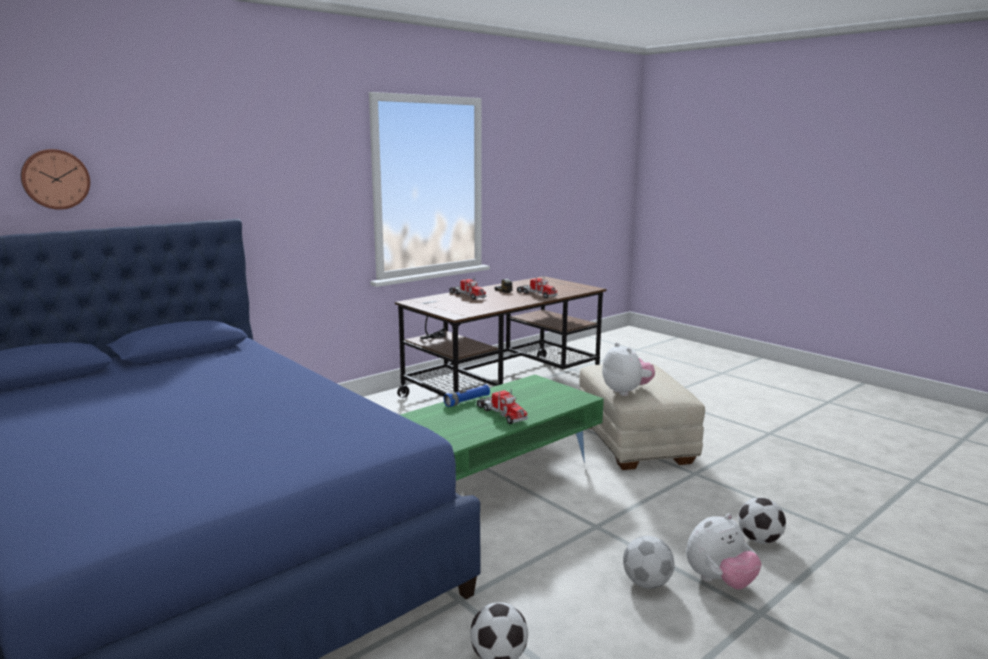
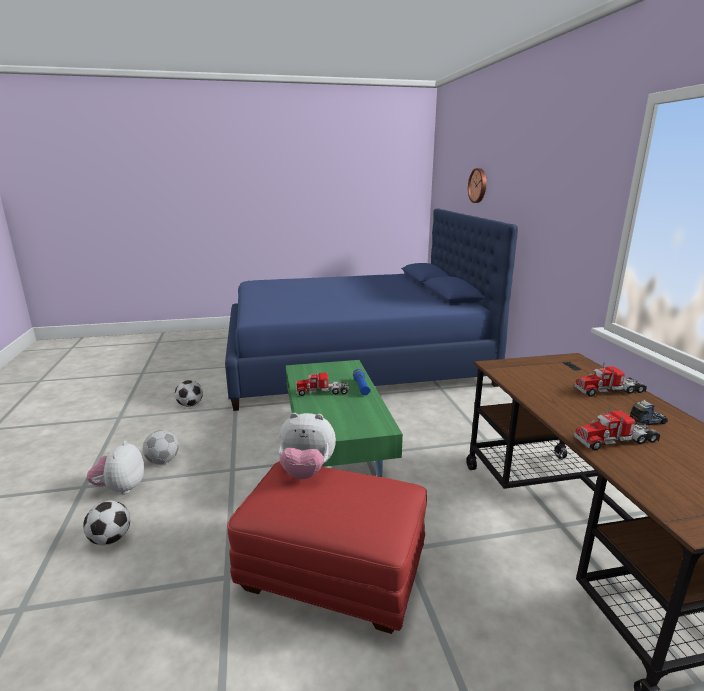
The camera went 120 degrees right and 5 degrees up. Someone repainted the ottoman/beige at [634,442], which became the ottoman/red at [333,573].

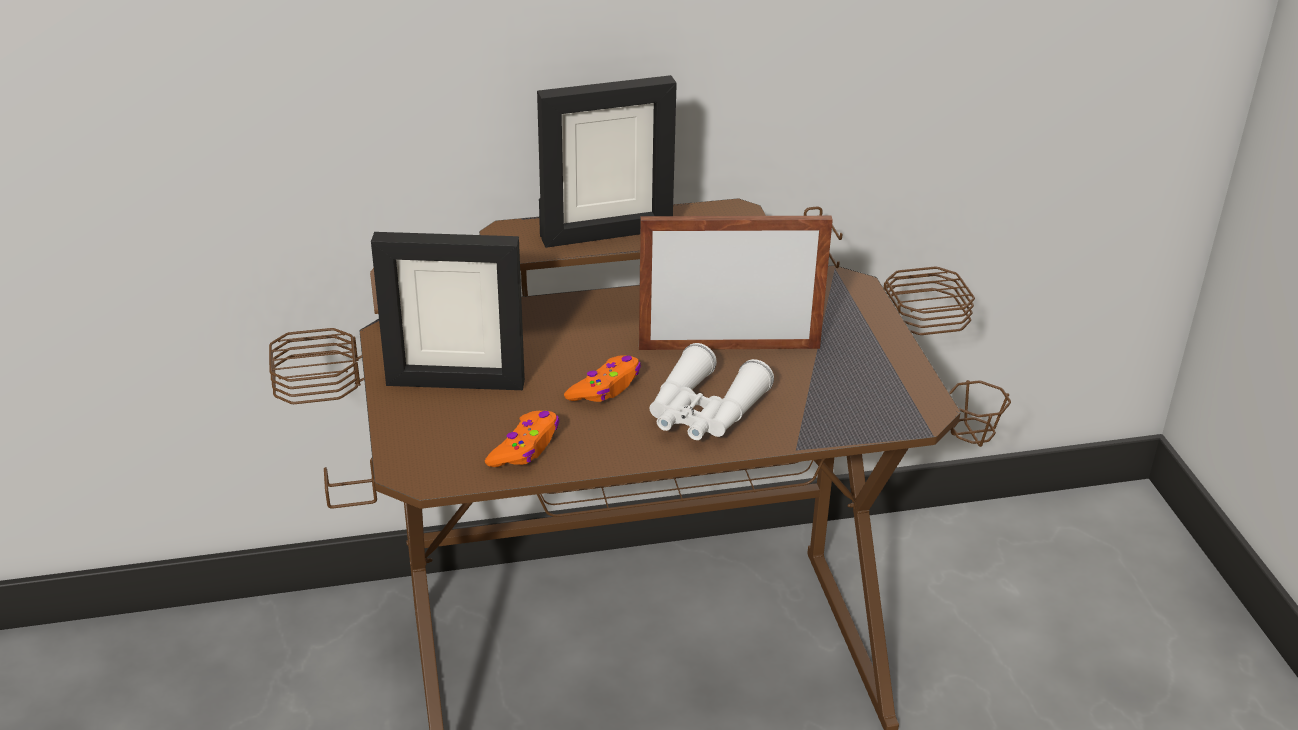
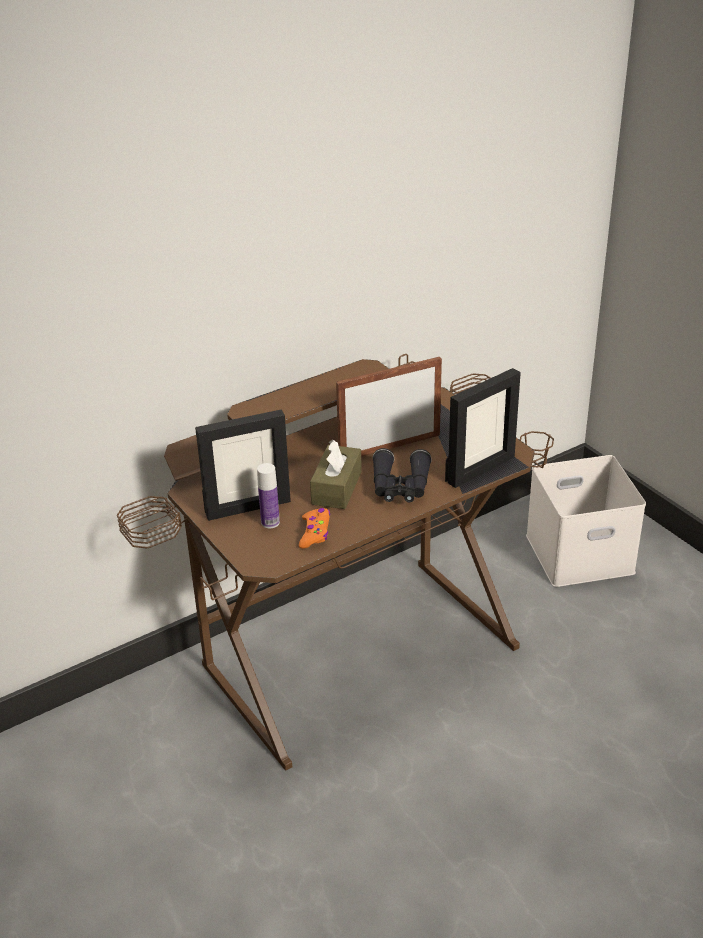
The camera went 20 degrees left and 0 degrees up. Someone put down the bottle at [270,522]. Someone put down the storage box/white at [580,552]. Someone carried the picture frame from [606,233] to [480,469]. Someone swapped the game controller/orange at [605,388] for the tissue box/brown at [336,488]. Someone repainted the binoculars/white at [704,412], which became the binoculars/black at [400,486].

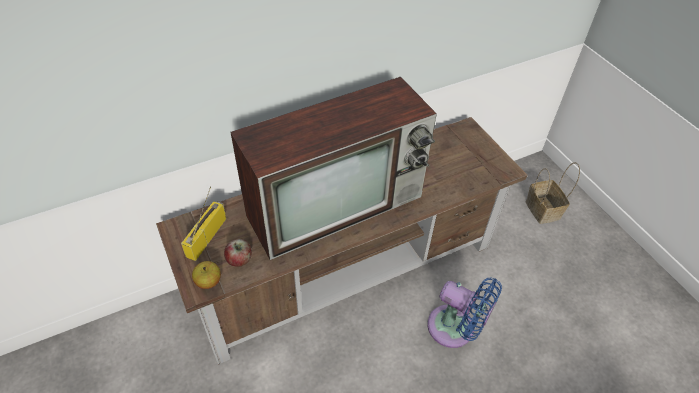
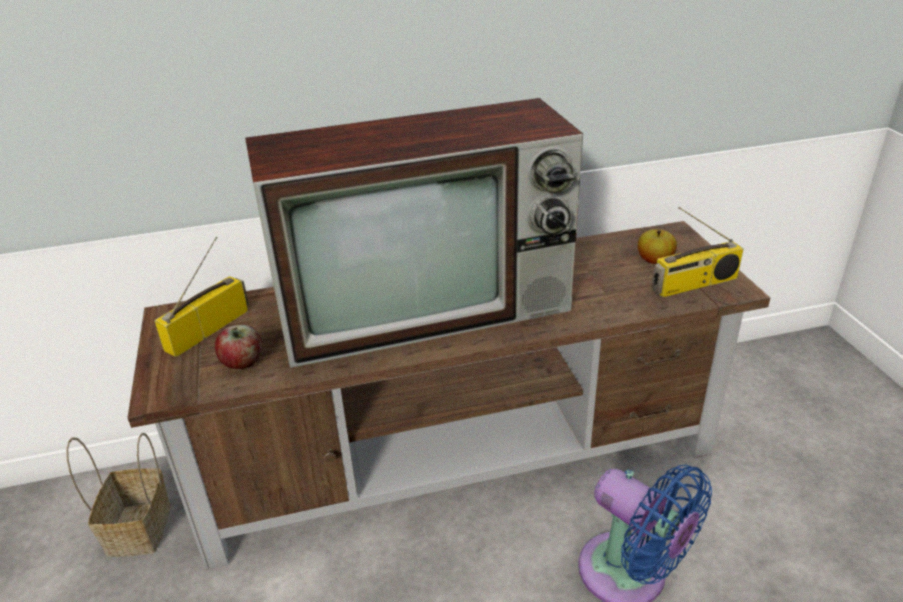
The camera went 15 degrees right and 15 degrees down. Someone put down the radio at [694,285]. Someone carried the apple from [208,282] to [654,261]. Someone carried the basket from [544,210] to [140,531].

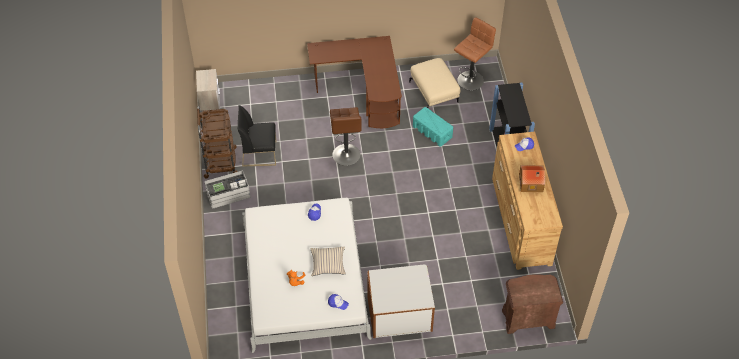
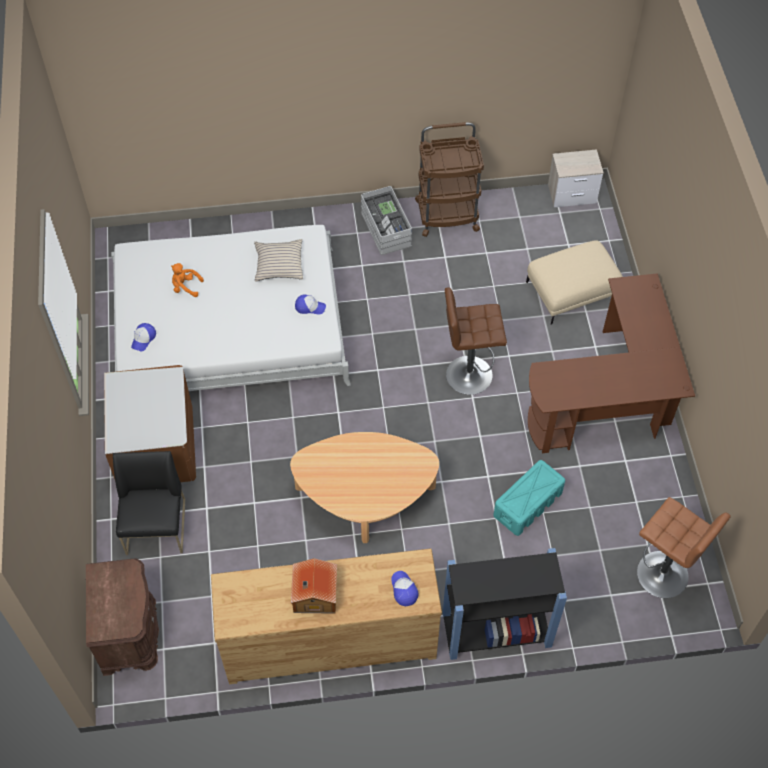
The camera went 90 degrees right and 5 degrees up. Someone put down the coffee table/beige at [365,497]. Someone carried the chair/black from [259,153] to [156,527]. Someone carried the pillow/beige from [328,263] to [279,264]. Someone carried the ottoman/beige from [434,92] to [571,293].

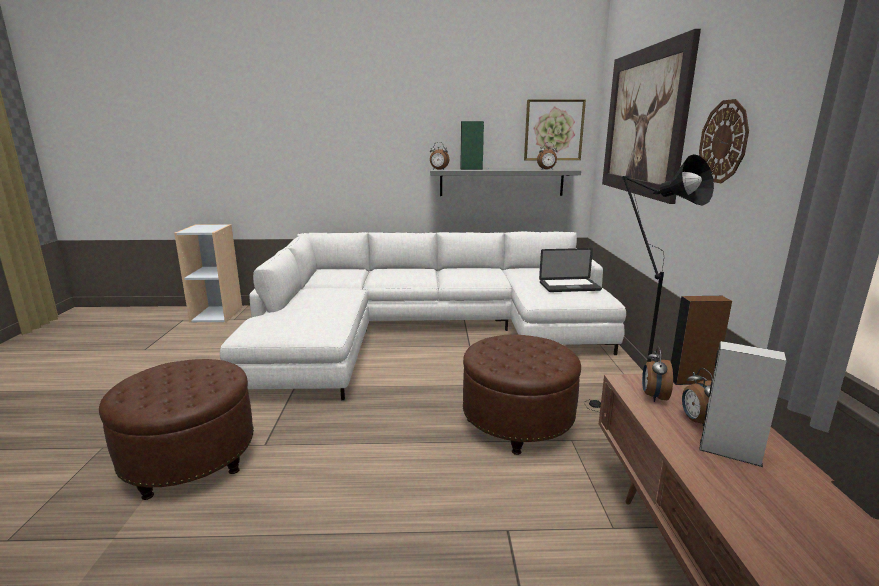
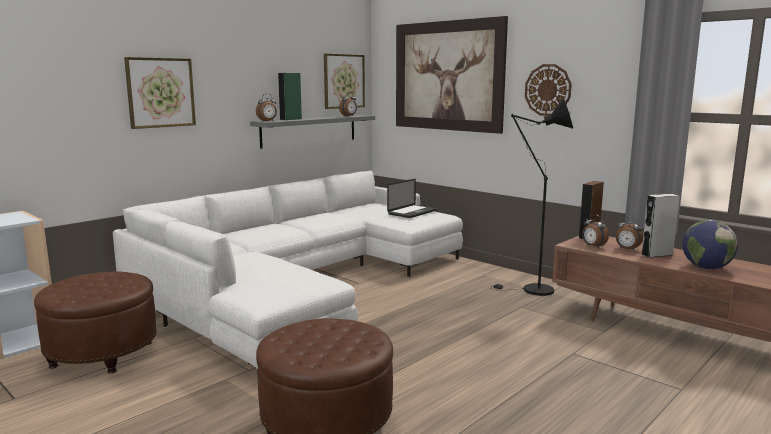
The camera went 45 degrees left and 5 degrees down. Someone put up the picture at [160,92]. Someone put down the globe at [706,268]. Someone carried the ottoman/brown from [517,423] to [102,354].

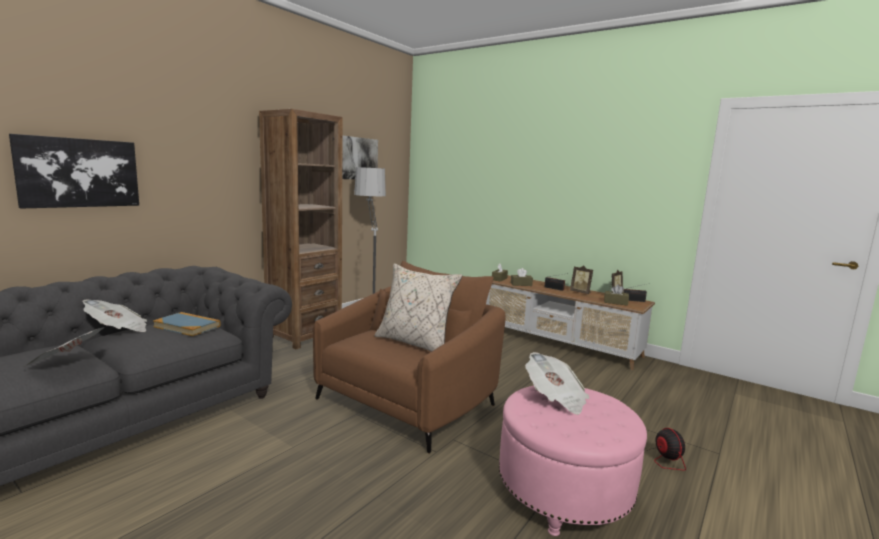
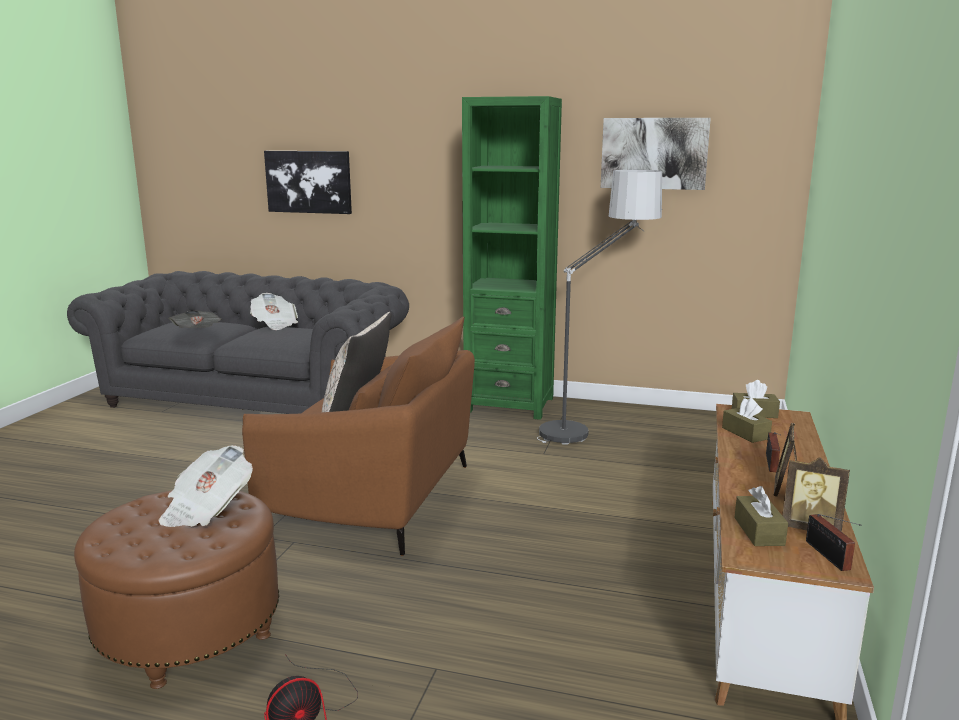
The camera went 70 degrees right and 5 degrees up. Someone took away the book at [187,326]. Someone repainted the bookcase/brown at [304,336], which became the bookcase/green at [509,404]. Someone repainted the ottoman/pink at [563,494], which became the ottoman/brown at [190,633].

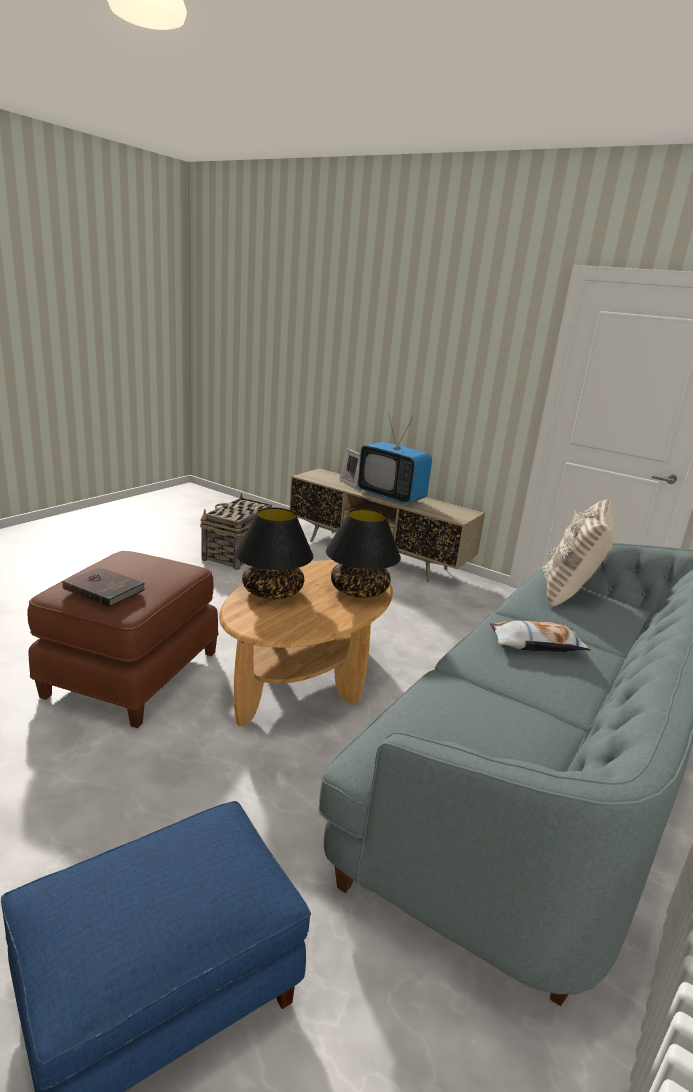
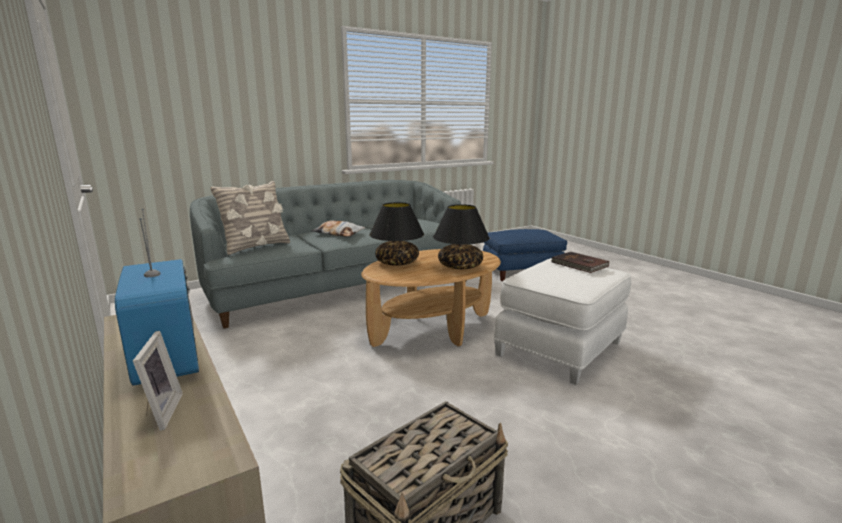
The camera went 155 degrees left and 5 degrees down. Someone repainted the ottoman/brown at [131,672], which became the ottoman/white at [561,349].

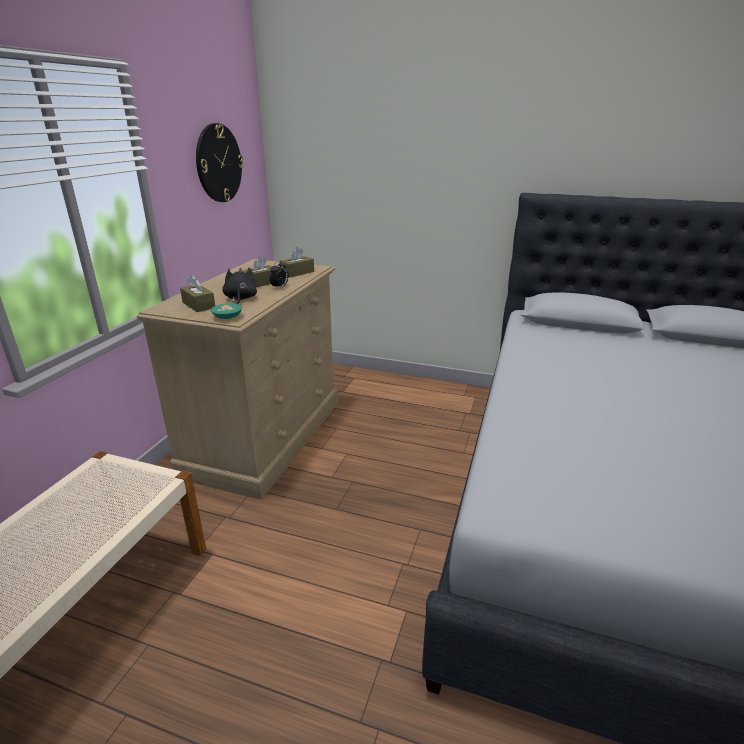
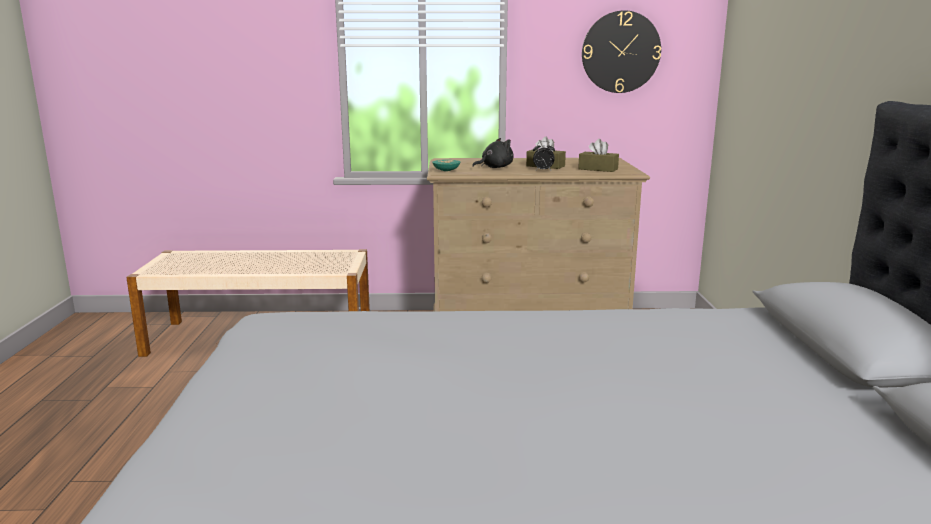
The camera went 70 degrees right and 10 degrees down. Someone took away the tissue box/brown at [198,305].

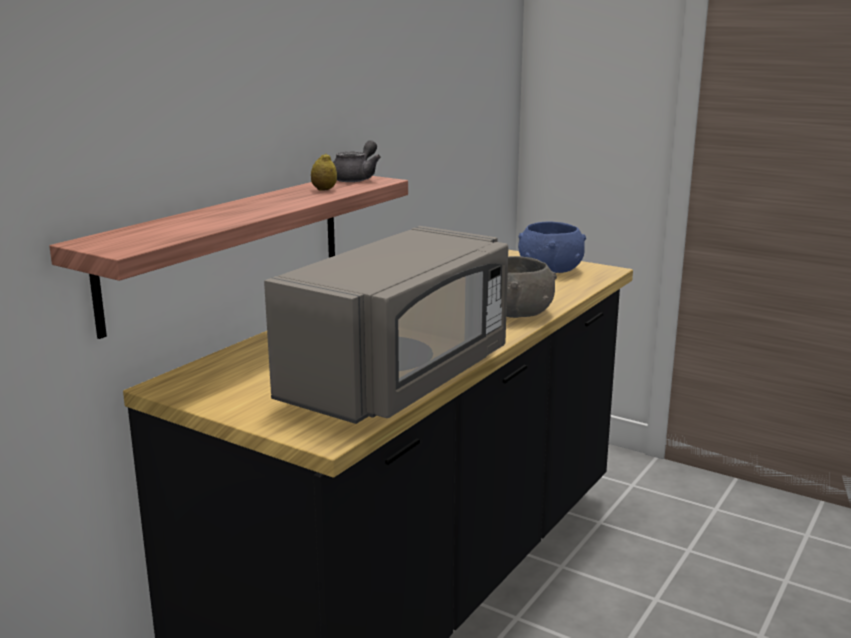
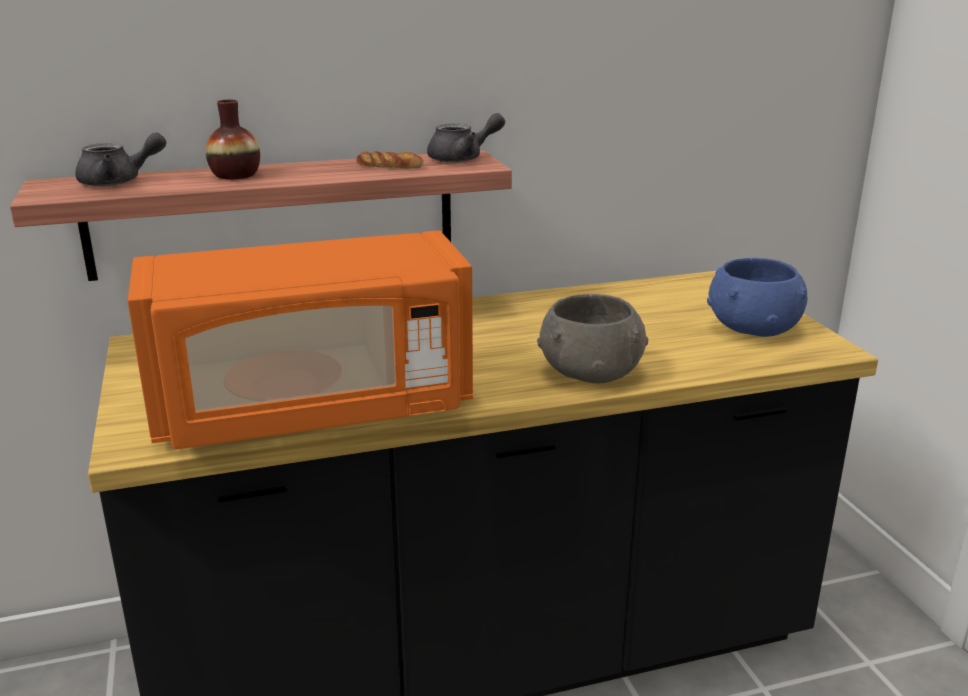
The camera went 40 degrees right and 5 degrees up. Someone put down the teapot/grey at [119,182]. Someone put down the vase at [235,175]. Someone swapped the lemon at [324,190] for the bread at [390,166]. Someone repainted the microwave/grey at [400,378], which became the microwave/orange at [314,409].

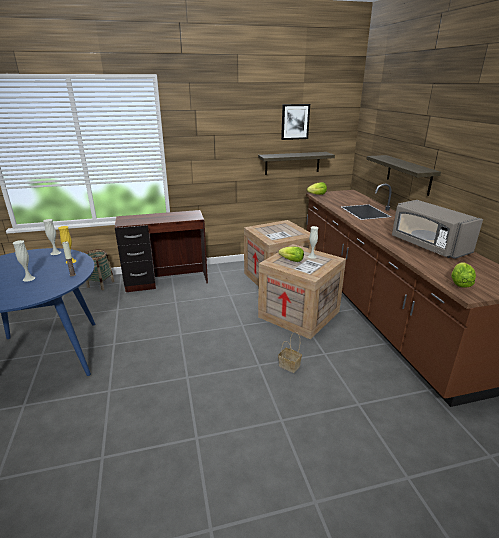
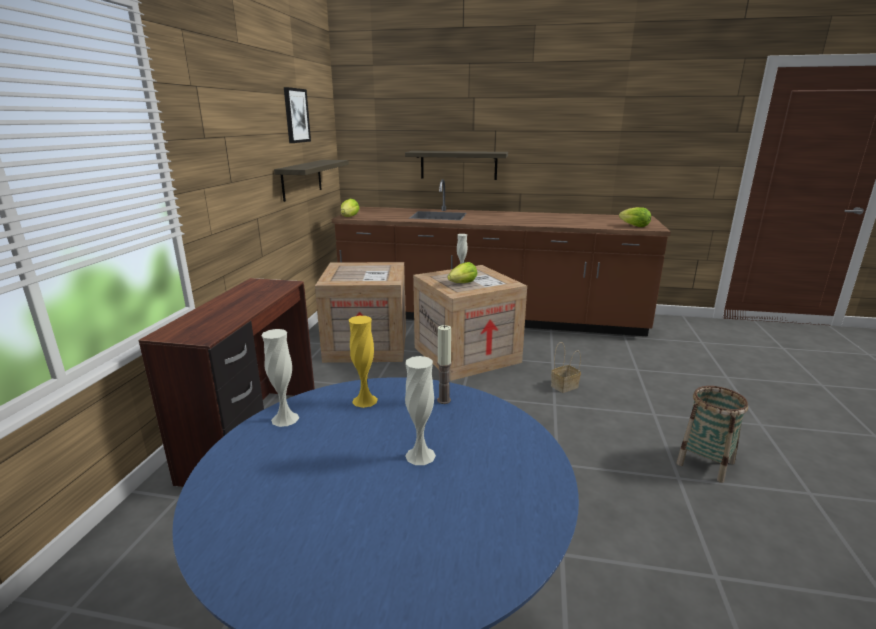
The camera went 65 degrees left and 5 degrees down. Someone took away the microwave/grey at [428,246]. Someone carried the basket from [100,284] to [705,463].

